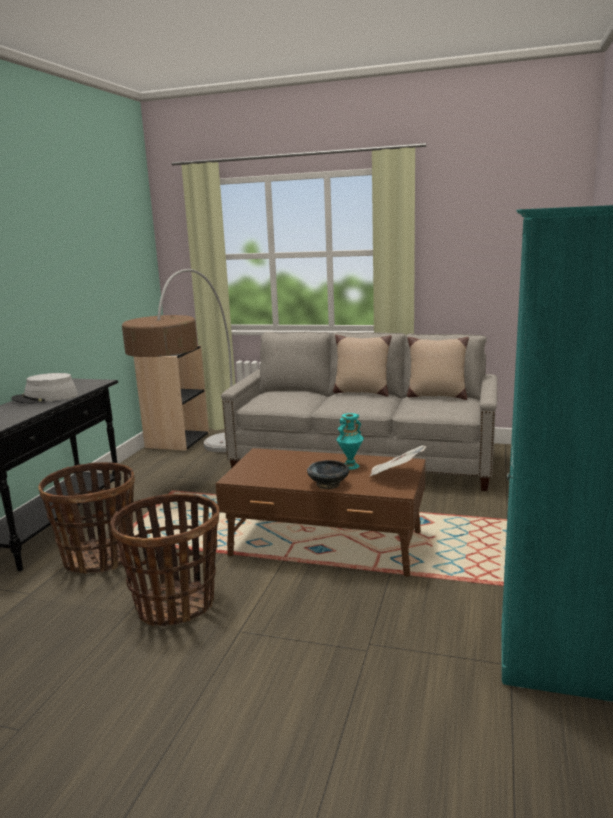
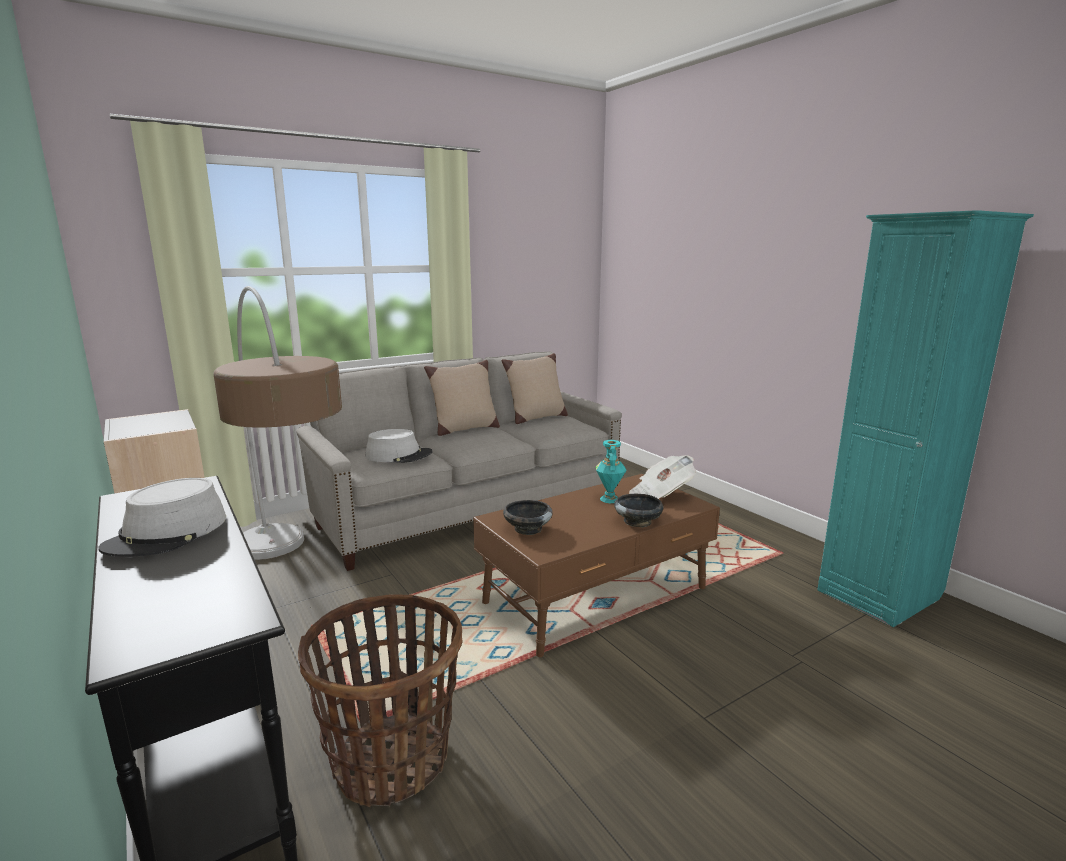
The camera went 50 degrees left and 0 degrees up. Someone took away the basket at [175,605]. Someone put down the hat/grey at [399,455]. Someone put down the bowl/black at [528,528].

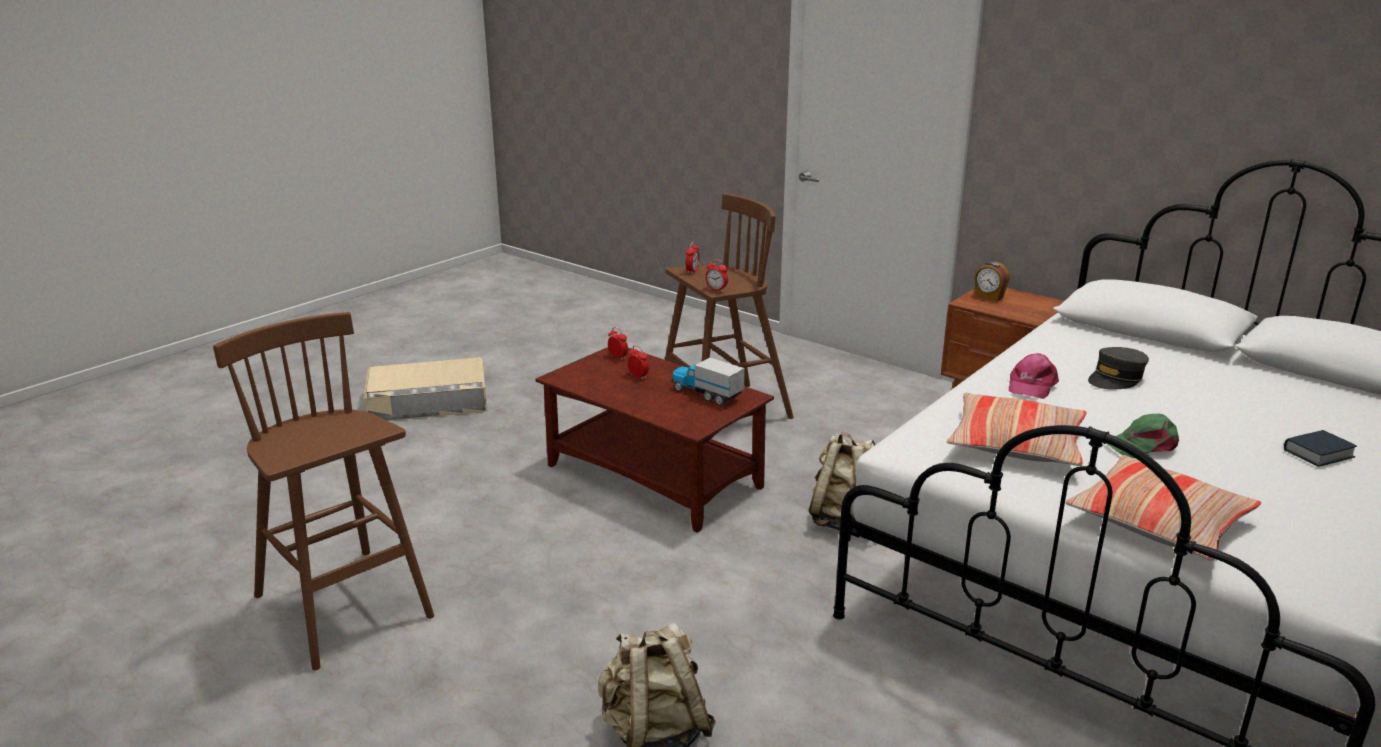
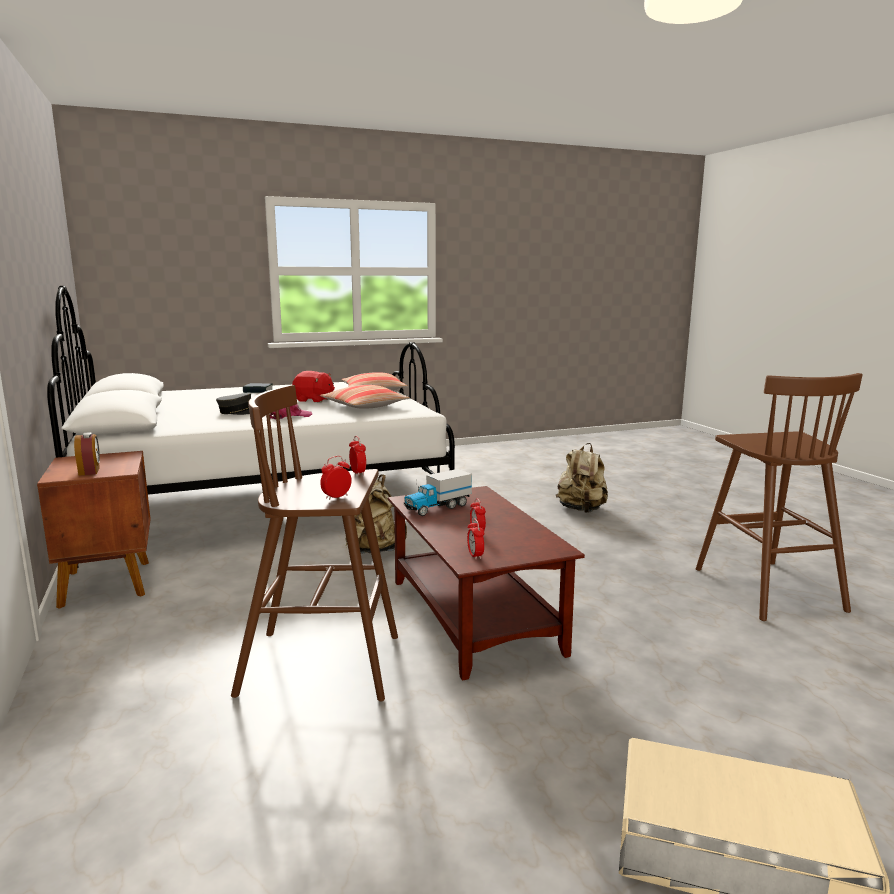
The camera went 150 degrees left and 10 degrees down. Someone swapped the cap/green at [1143,445] for the plush toy/red at [313,400]. Someone rotated the toy truck at [706,394] by 75 degrees clockwise.

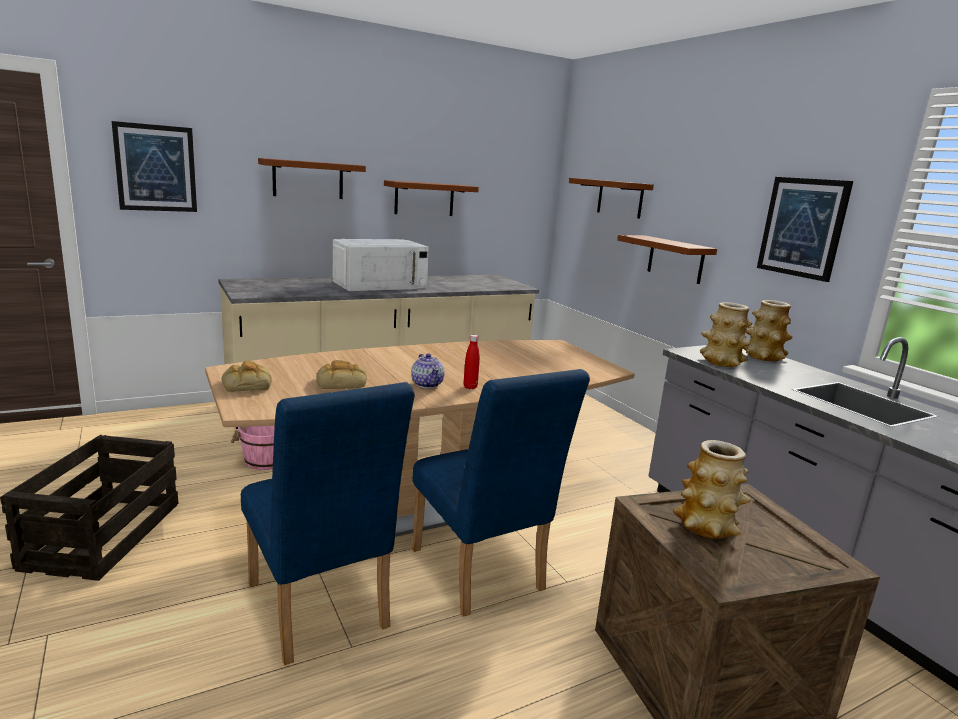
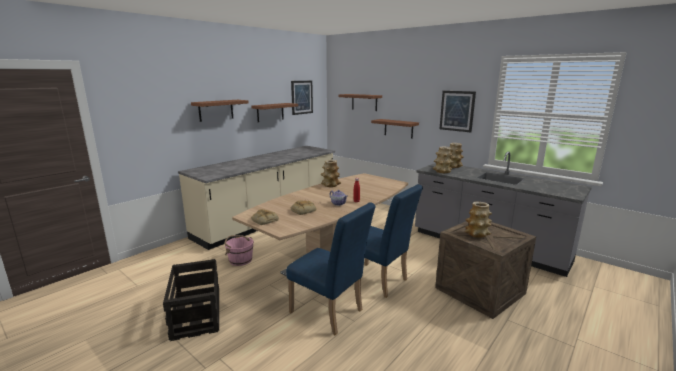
The camera went 20 degrees left and 0 degrees up. Someone took away the microwave/white at [380,284]. Someone put down the vase at [330,185]. Someone carried the picture from [156,168] to [301,97].

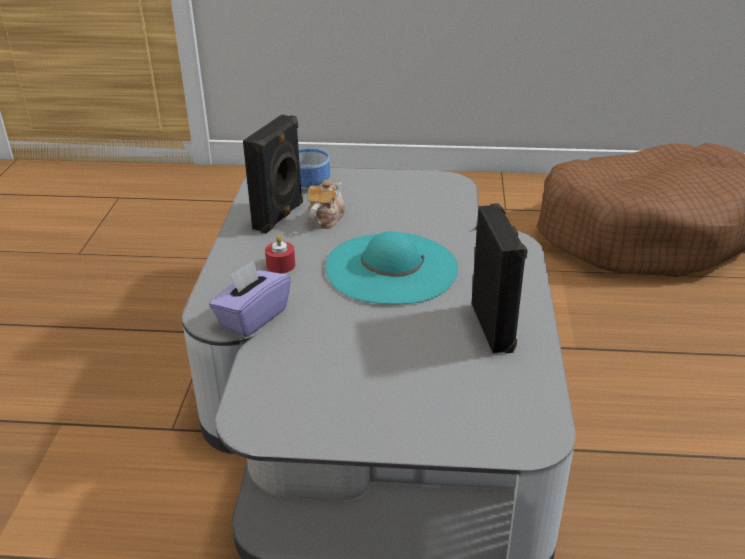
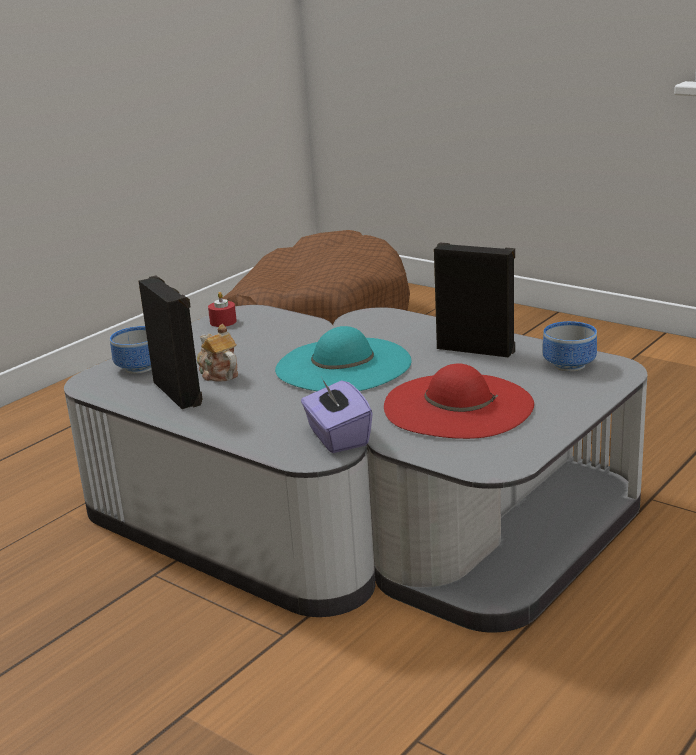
The camera went 55 degrees left and 10 degrees down. Someone put down the hat/red at [458,406]. Someone put down the bowl at [569,366]. Someone carried the candle/red from [281,265] to [223,322].

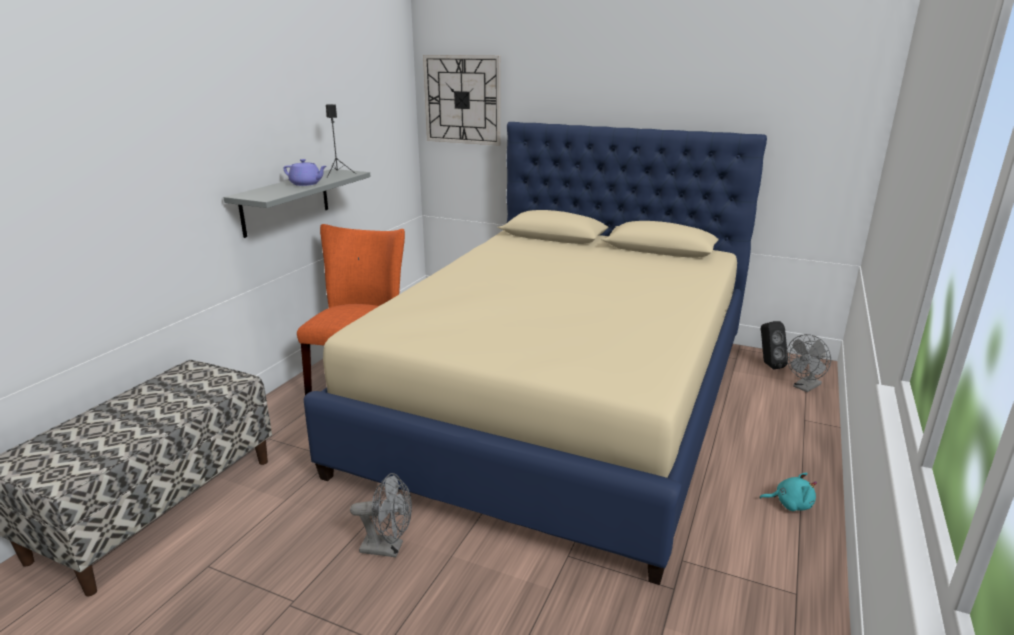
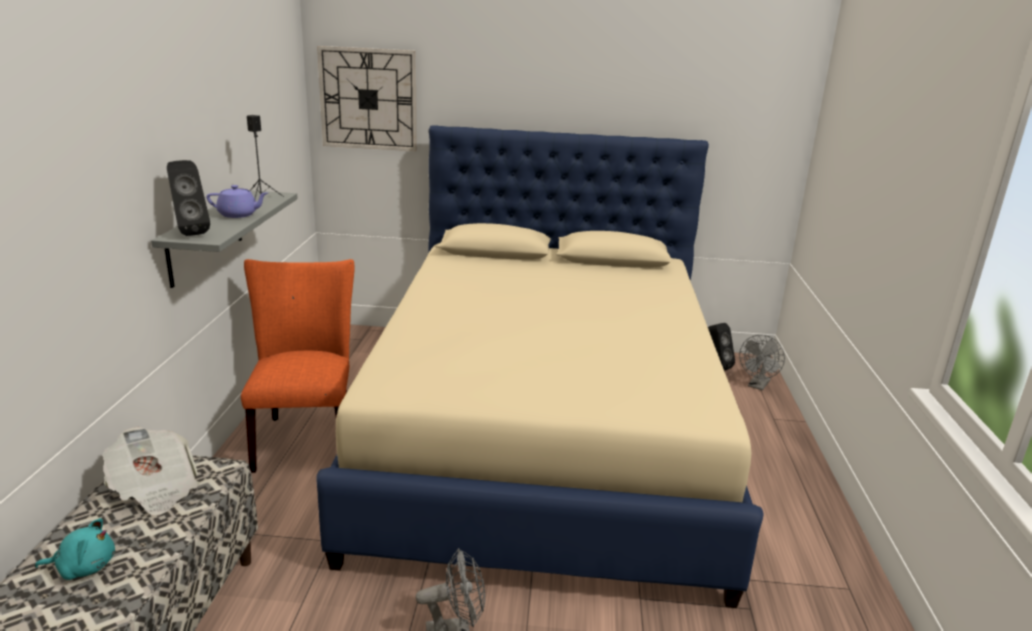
The camera went 20 degrees left and 0 degrees up. Someone put down the newspaper at [155,489]. Someone put down the speaker/black at [189,232]. Someone carried the plush toy/turquoise from [790,504] to [84,567].

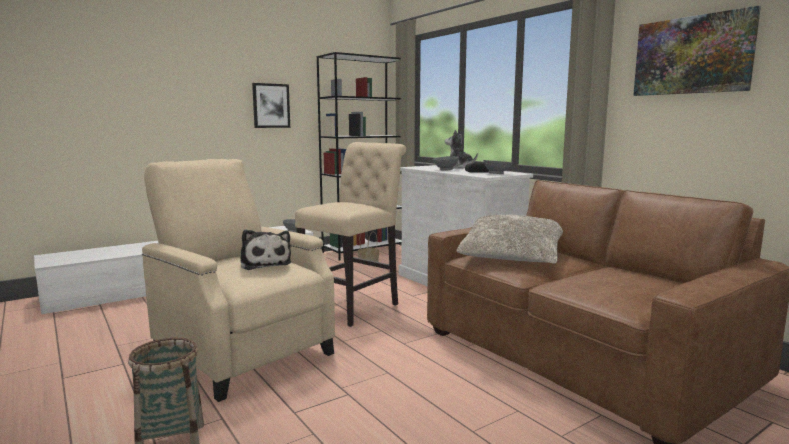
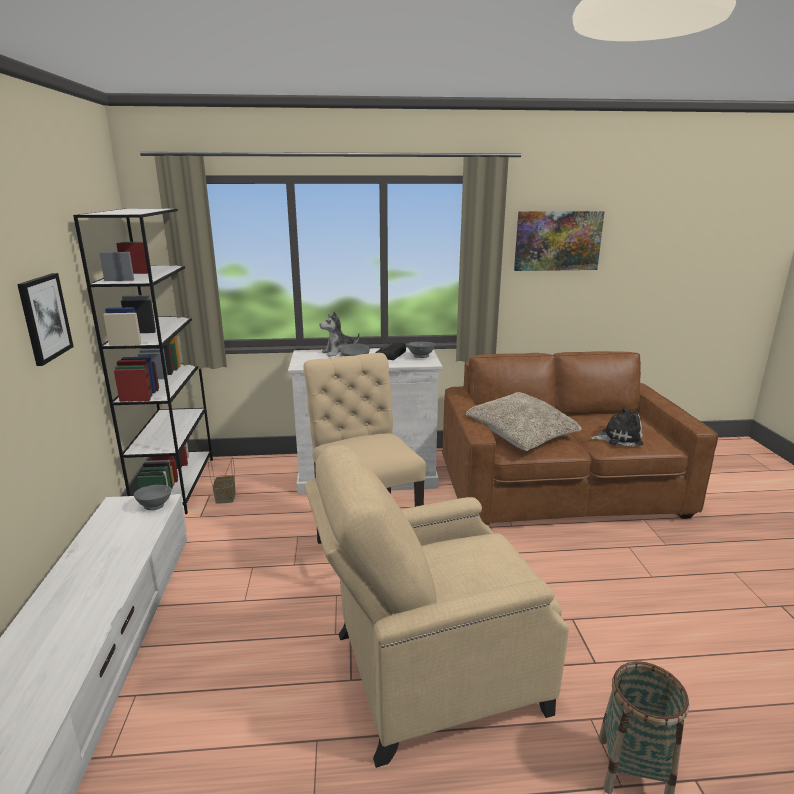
The camera went 60 degrees left and 10 degrees up. Someone carried the plush toy from [265,263] to [618,438].

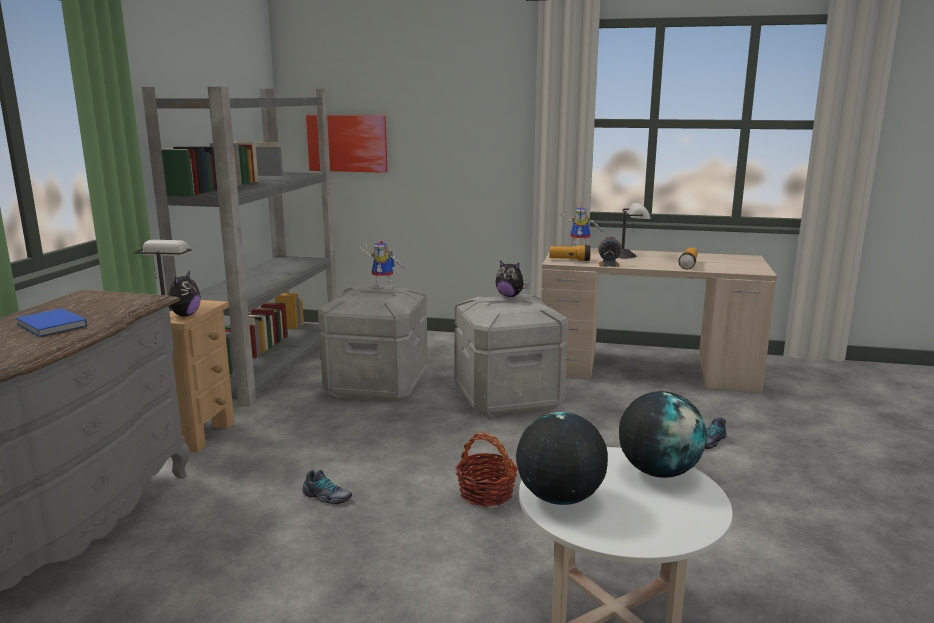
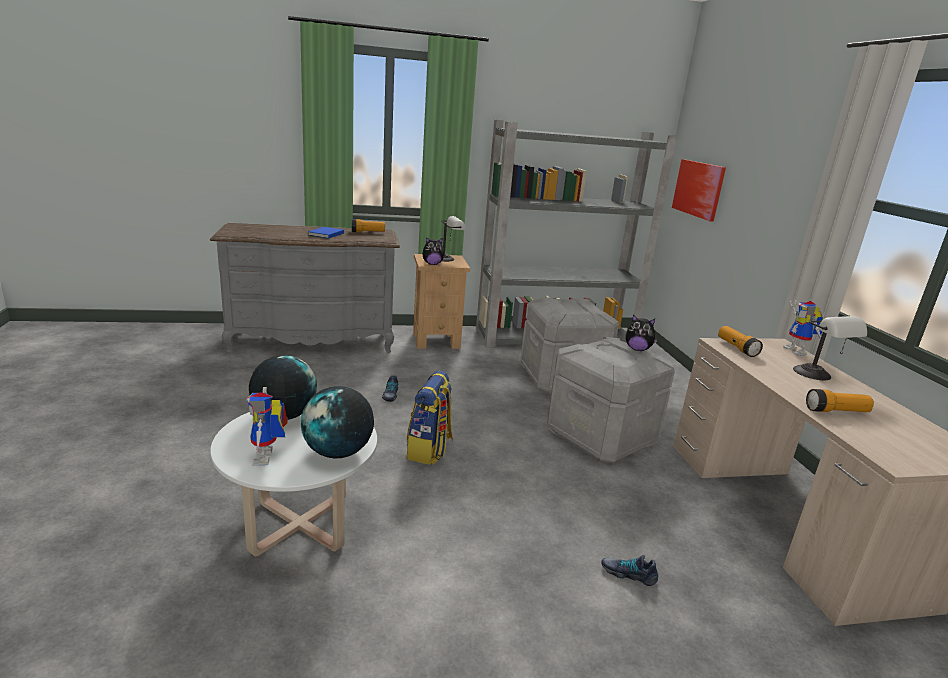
The camera went 65 degrees right and 5 degrees up. Someone took away the alarm clock at [609,264]. Someone put down the flashlight at [368,232]. Someone carried the toy robot from [385,287] to [268,458]. Someone swapped the basket at [486,493] for the backpack at [429,450]. Someone rotated the plush toy at [510,296] by 75 degrees counterclockwise.

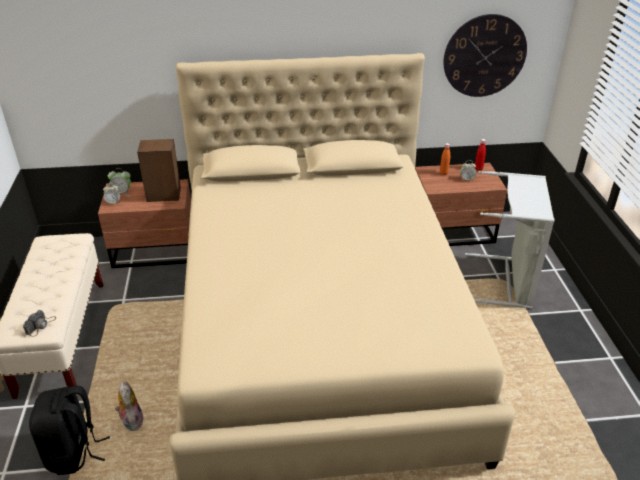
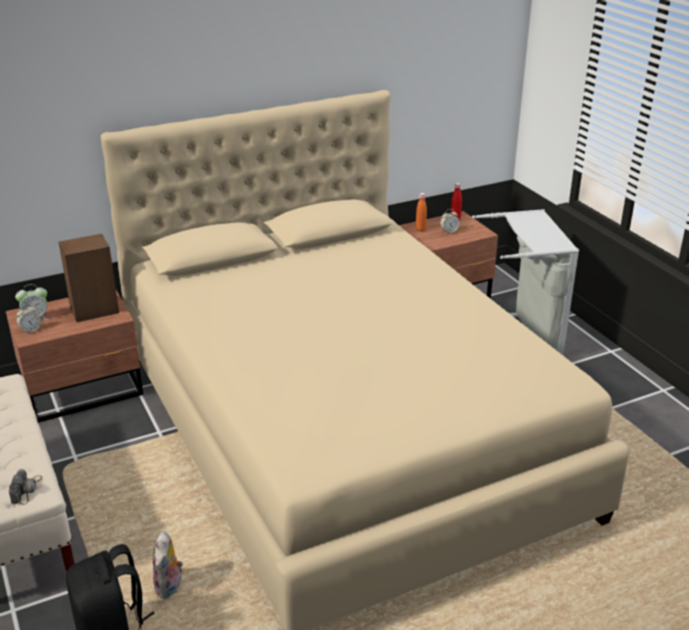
The camera went 20 degrees left and 5 degrees down. Someone took away the wall clock at [484,56]. Someone rotated the plush toy at [131,421] by 135 degrees counterclockwise.

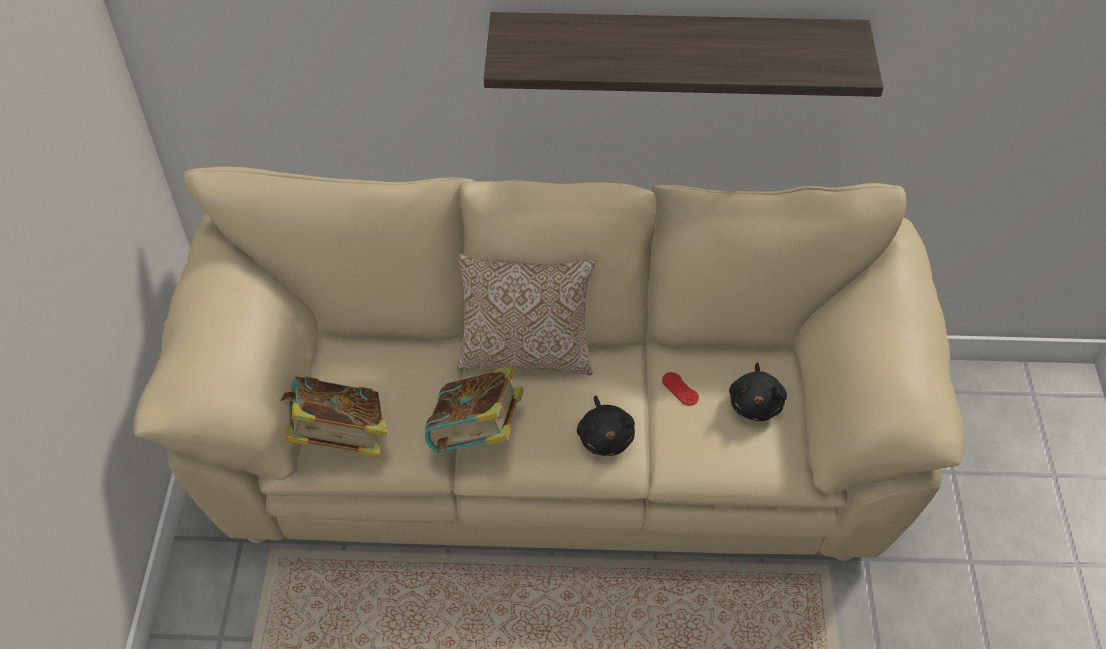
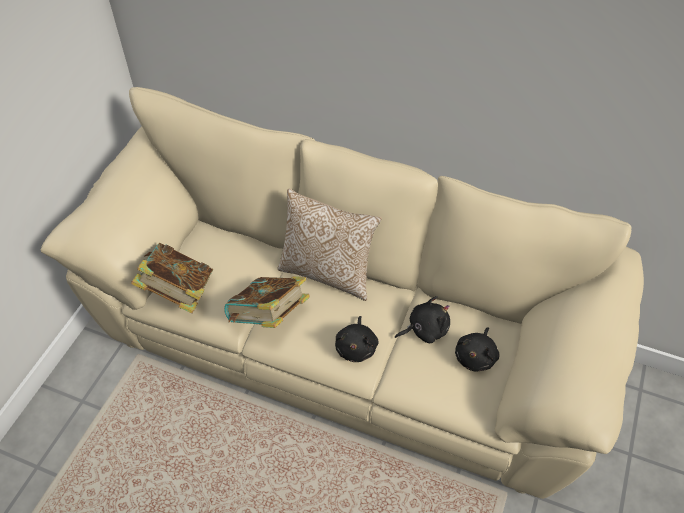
The camera went 20 degrees right and 0 degrees up. Someone took away the shelf at [676,50]. Someone swapped the game controller/red at [680,389] for the plush toy/black at [425,329].

